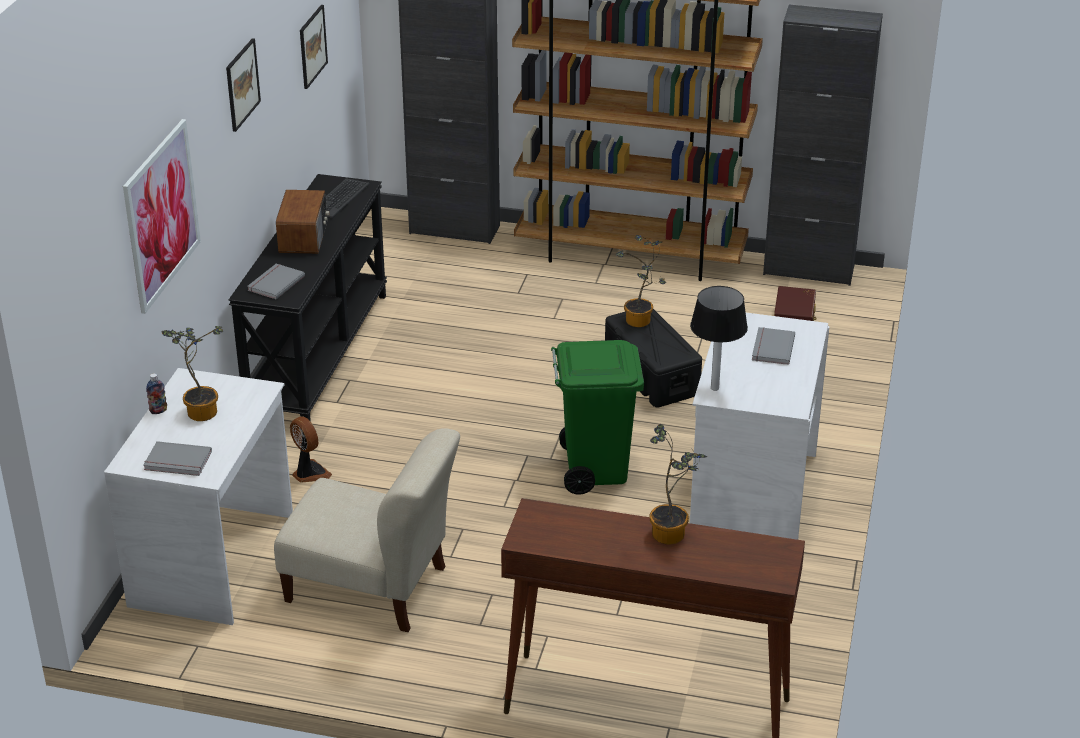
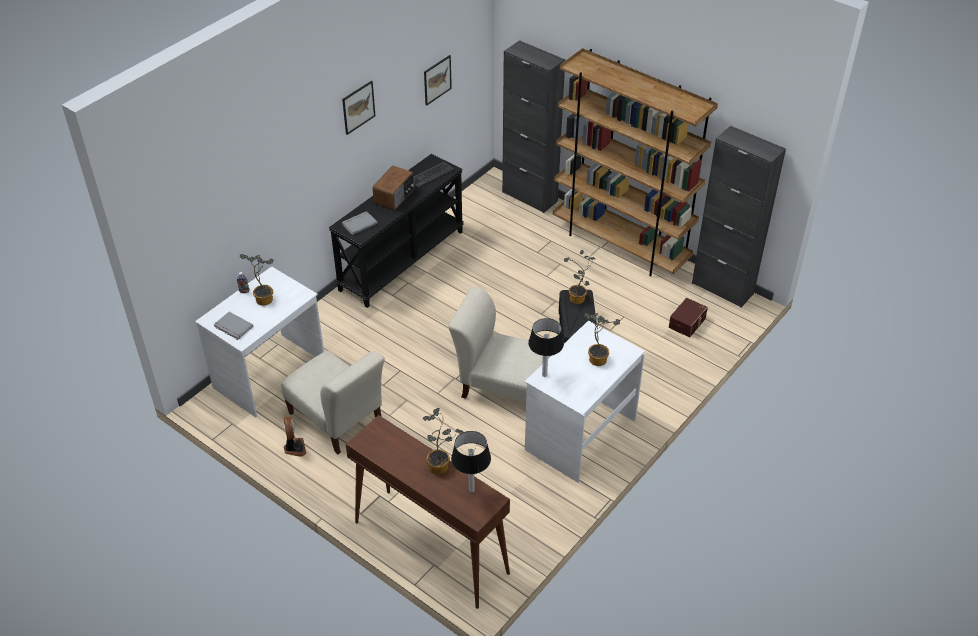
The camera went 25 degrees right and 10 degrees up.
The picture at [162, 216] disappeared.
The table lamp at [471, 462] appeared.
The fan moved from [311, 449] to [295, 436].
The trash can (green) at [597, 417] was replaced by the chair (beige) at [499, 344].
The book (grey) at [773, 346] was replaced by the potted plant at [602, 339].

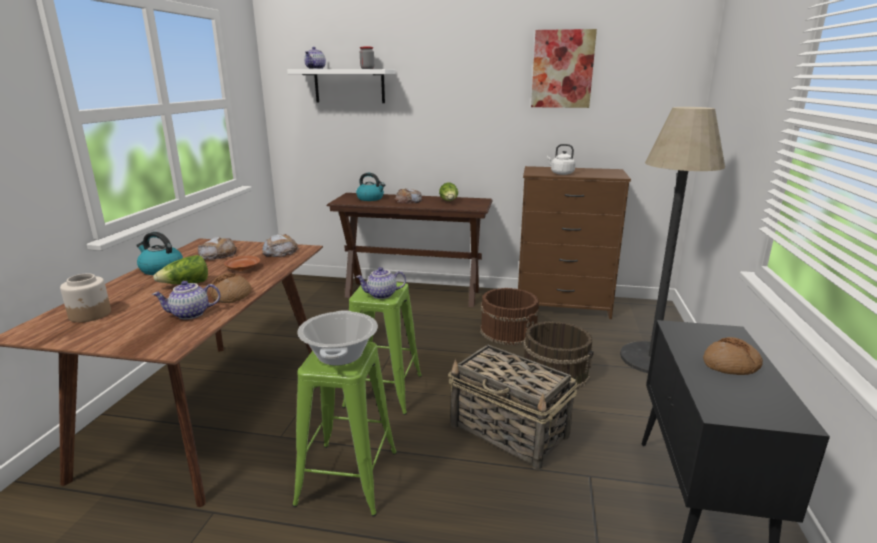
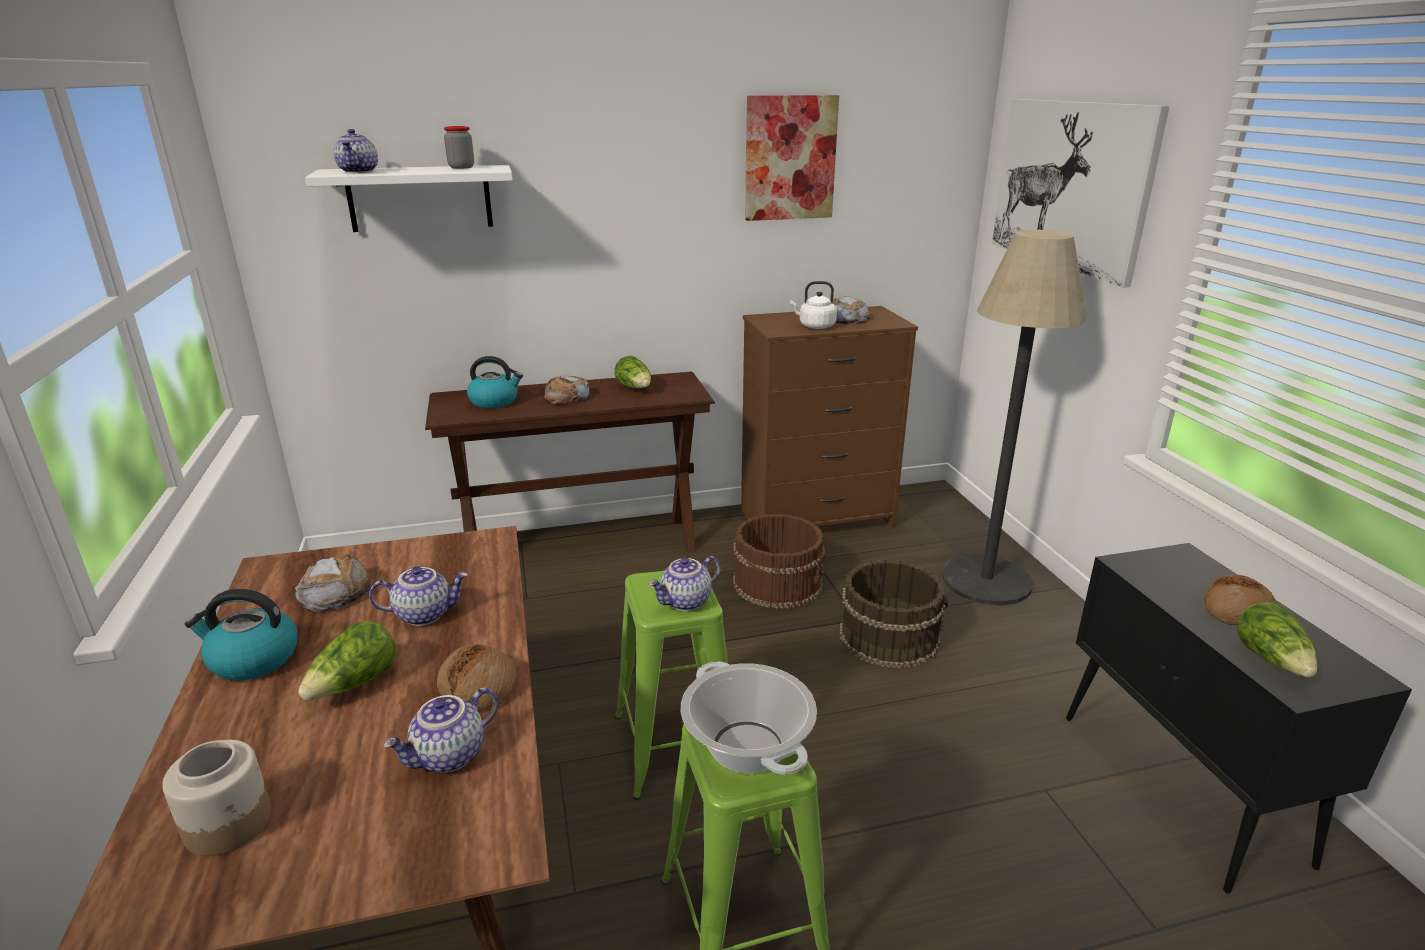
The camera went 25 degrees left and 5 degrees up.
The basket at [512, 407] disappeared.
The picture at [1081, 193] appeared.
The lettuce at [1277, 639] appeared.
The bread moved from [280, 245] to [851, 310].
The plate (brown) at [242, 263] was replaced by the teapot at [418, 596].

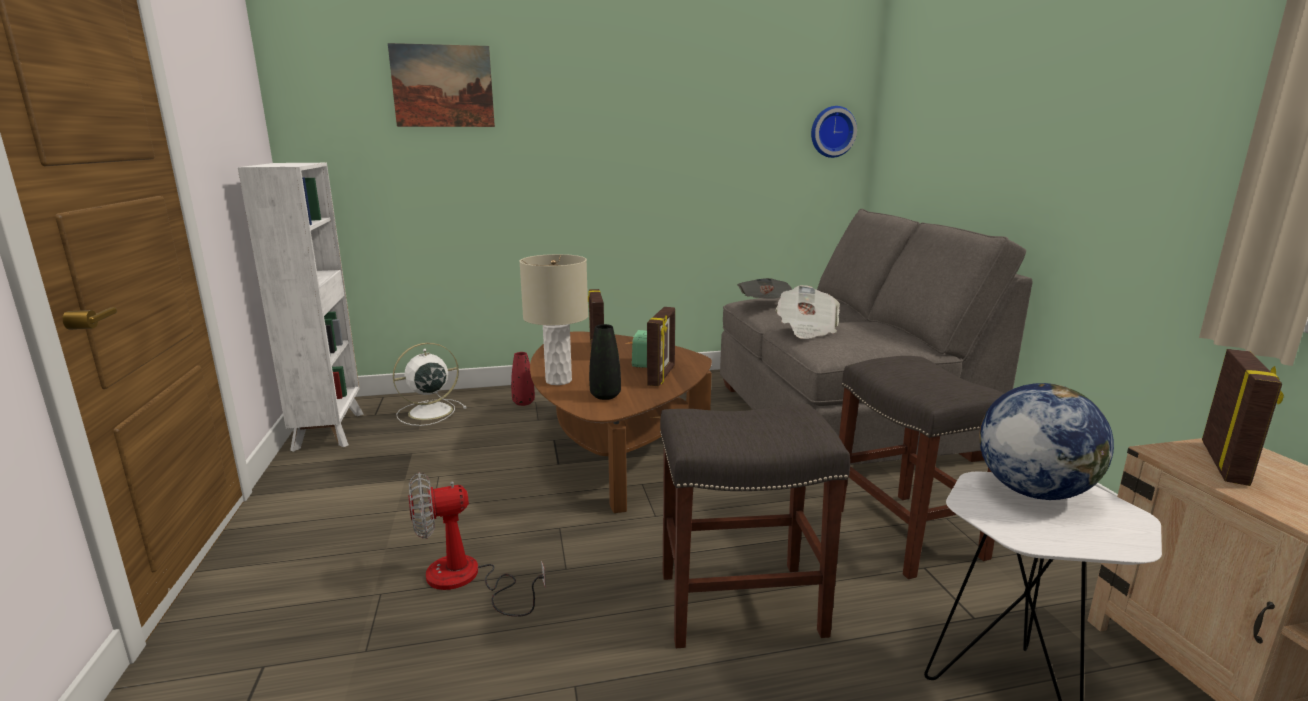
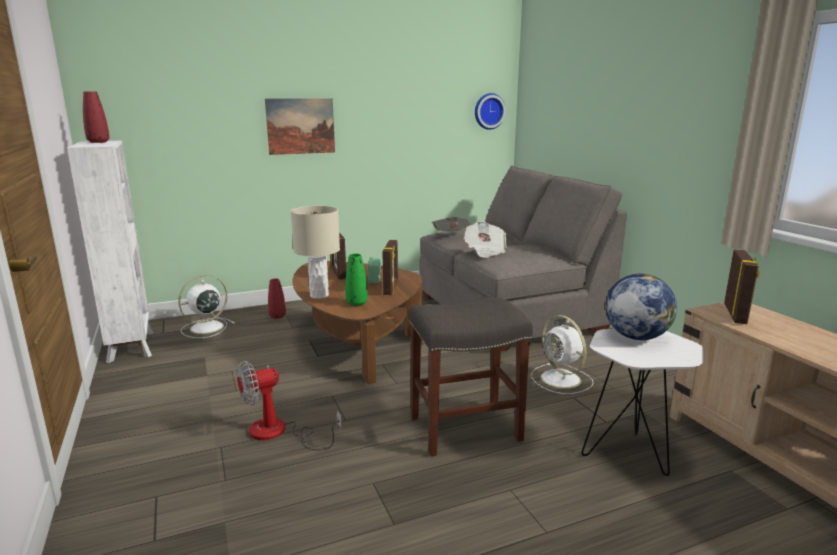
The camera went 10 degrees left and 0 degrees up.
The vase (red) at [96, 117] appeared.
The picture moved from [441, 85] to [300, 126].
The stool (grey) at [922, 467] was replaced by the fan (white) at [562, 354].
The vase (black) at [605, 362] became the vase (green) at [356, 280].

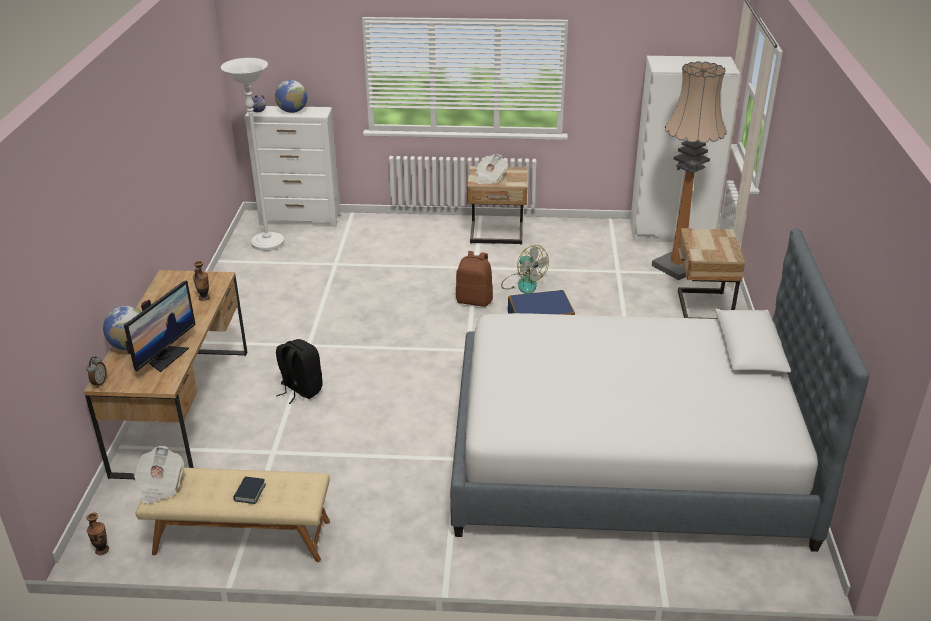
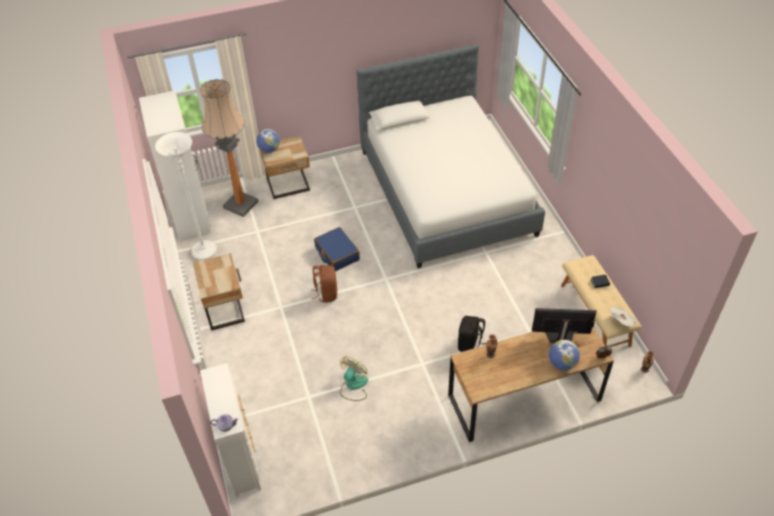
The camera went 110 degrees left and 15 degrees up.
The newspaper at [492, 169] disappeared.
The floor lamp (white) moved from [252, 154] to [186, 196].
The globe moved from [291, 96] to [268, 141].
The fan moved from [525, 269] to [354, 379].

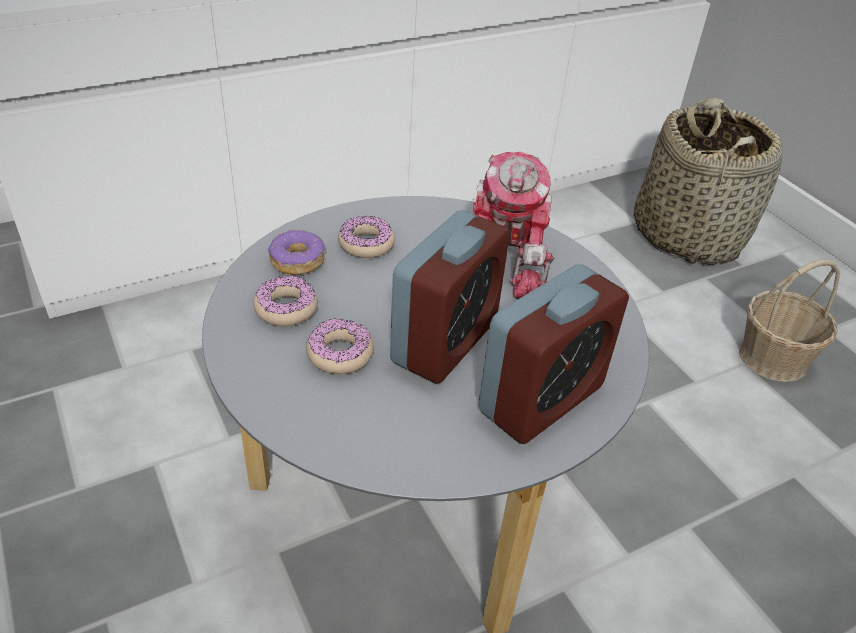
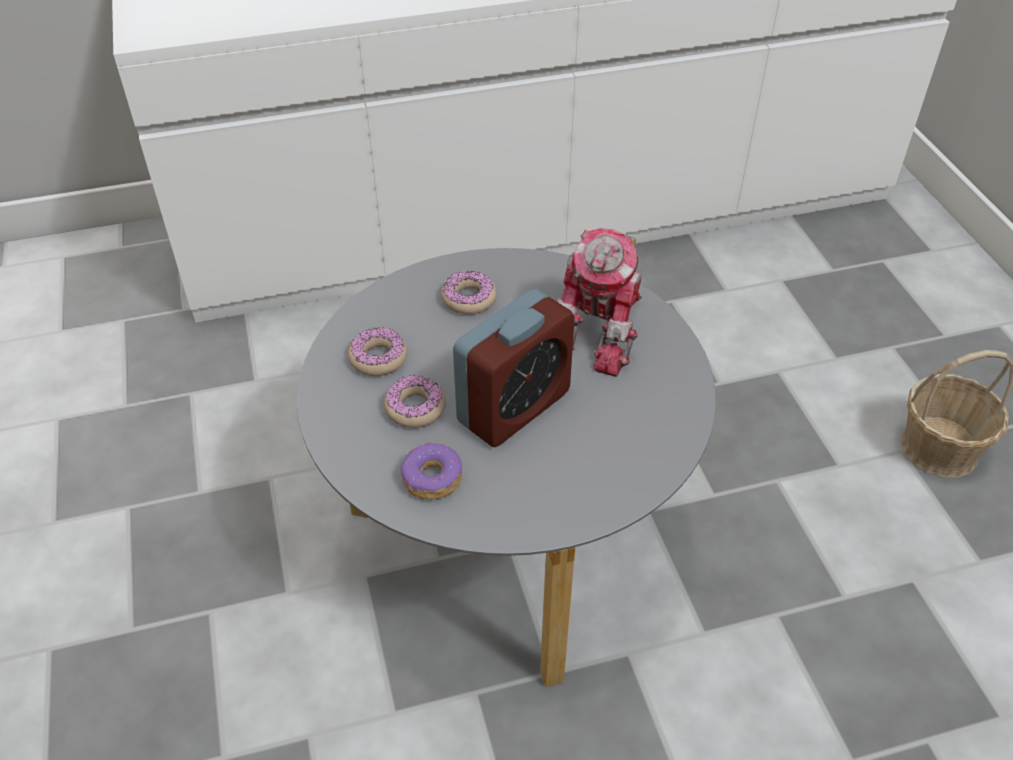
The camera went 15 degrees right and 5 degrees up.
The alarm clock at [553, 354] disappeared.
The basket at [708, 181] disappeared.
The donut moved from [296, 252] to [431, 471].

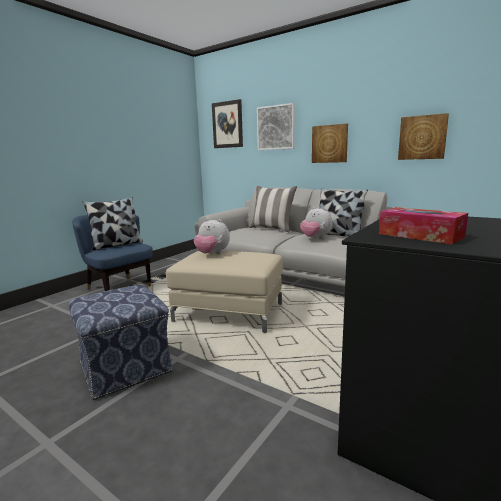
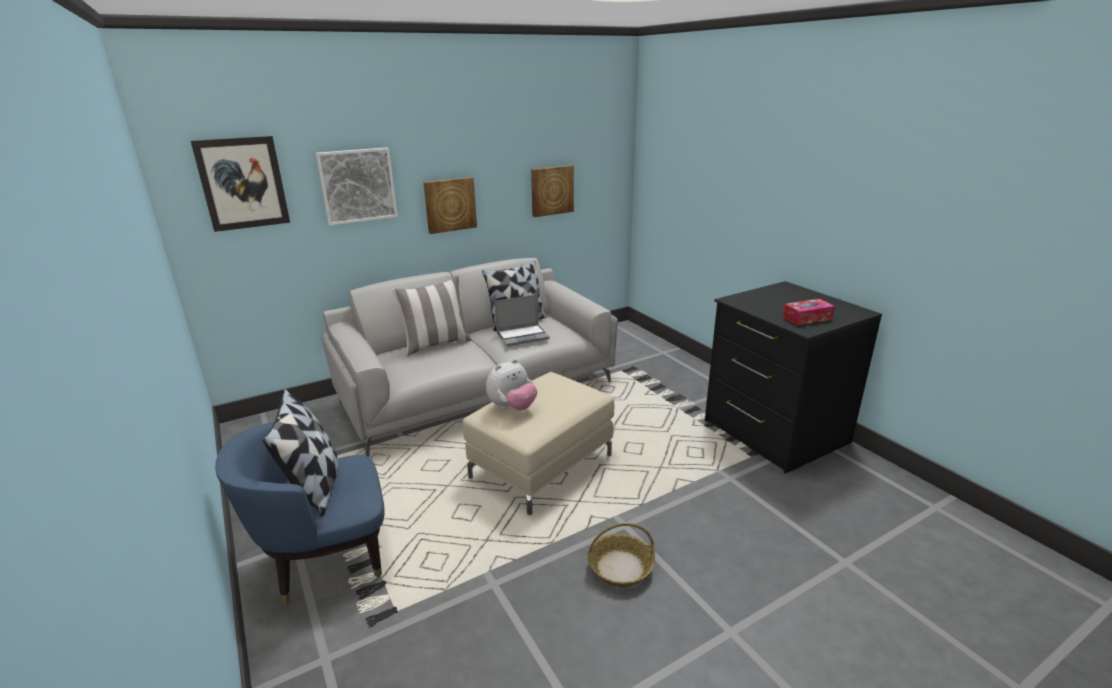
The camera went 65 degrees left and 10 degrees up.
The ottoman at [121, 342] was replaced by the basket at [621, 555].
The plush toy at [316, 223] was replaced by the laptop at [522, 320].

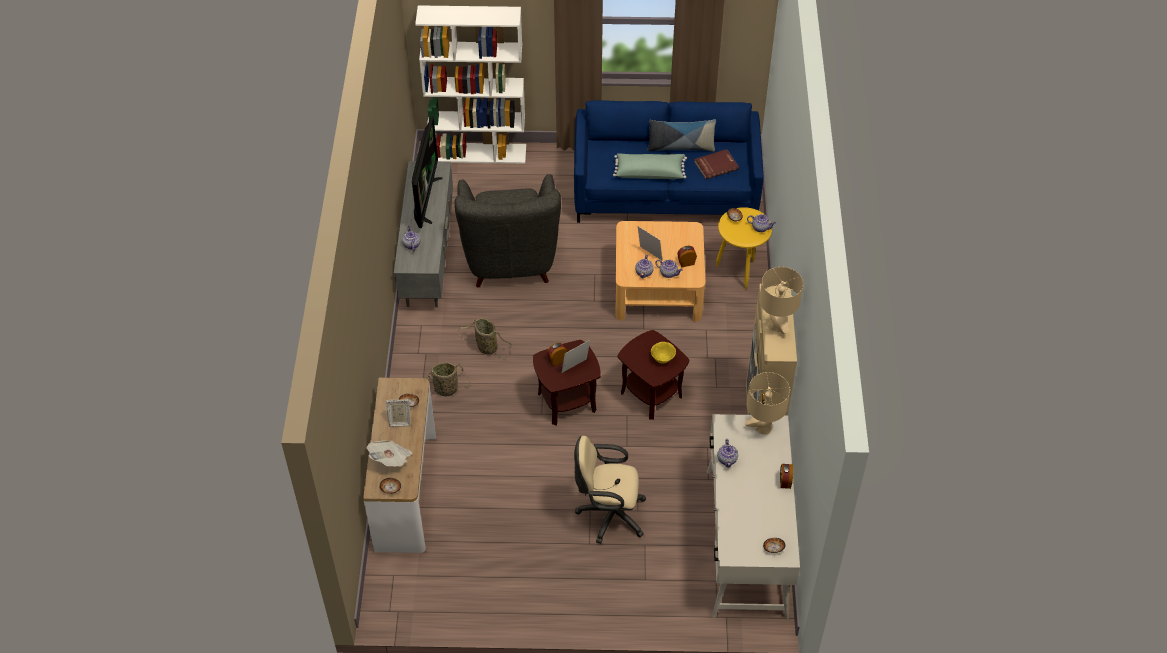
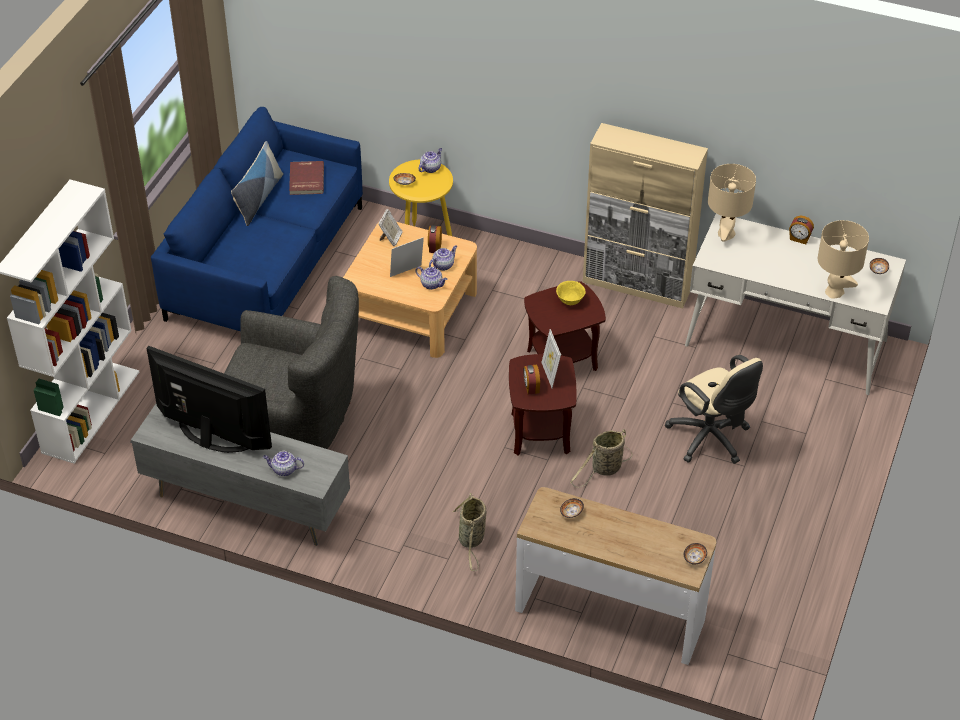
The camera went 70 degrees left and 5 degrees down.
The newspaper at [389, 453] disappeared.
The pillow (green) at [650, 166] disappeared.
The teapot at [727, 453] disappeared.
The picture frame moved from [398, 413] to [390, 227].
The basket moved from [485, 338] to [601, 458].
The table lamp (beige) moved from [781, 300] to [843, 259].
The office chair (beige) at [610, 490] turned 60 degrees counterclockwise.

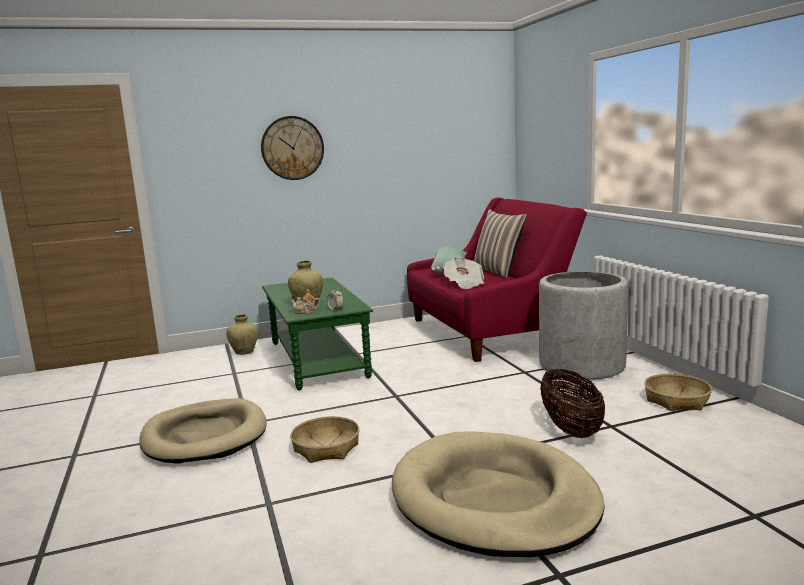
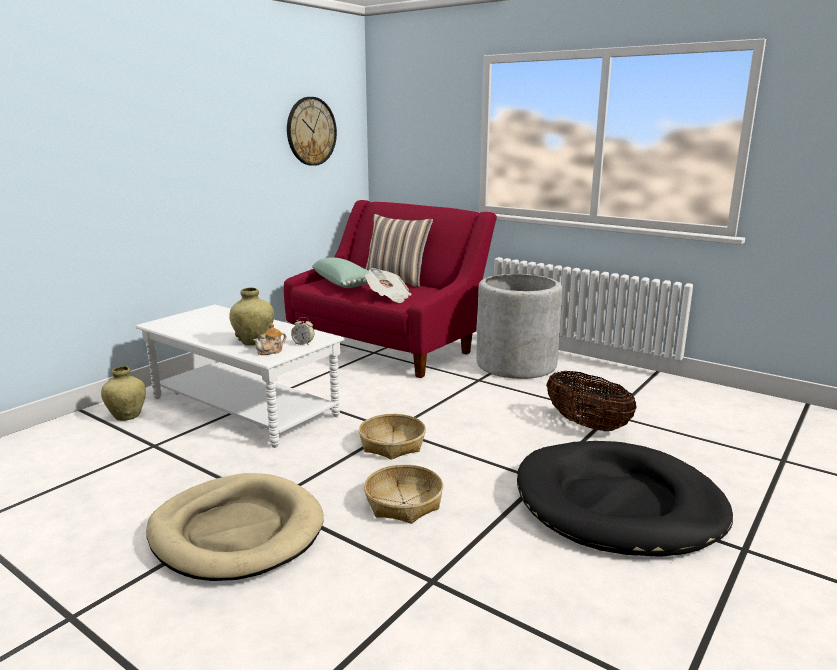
The camera went 35 degrees left and 5 degrees up.
The wall clock moved from [292, 148] to [312, 131].
The basket moved from [678, 392] to [392, 437].
The coffee table (green) at [317, 334] became the coffee table (white) at [240, 376].
The dog bed (beige) at [498, 494] became the dog bed (black) at [625, 499].

